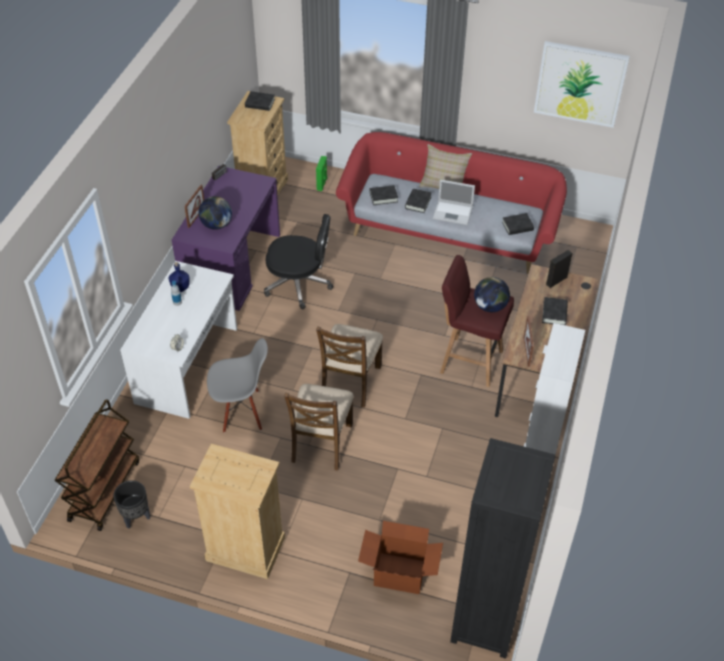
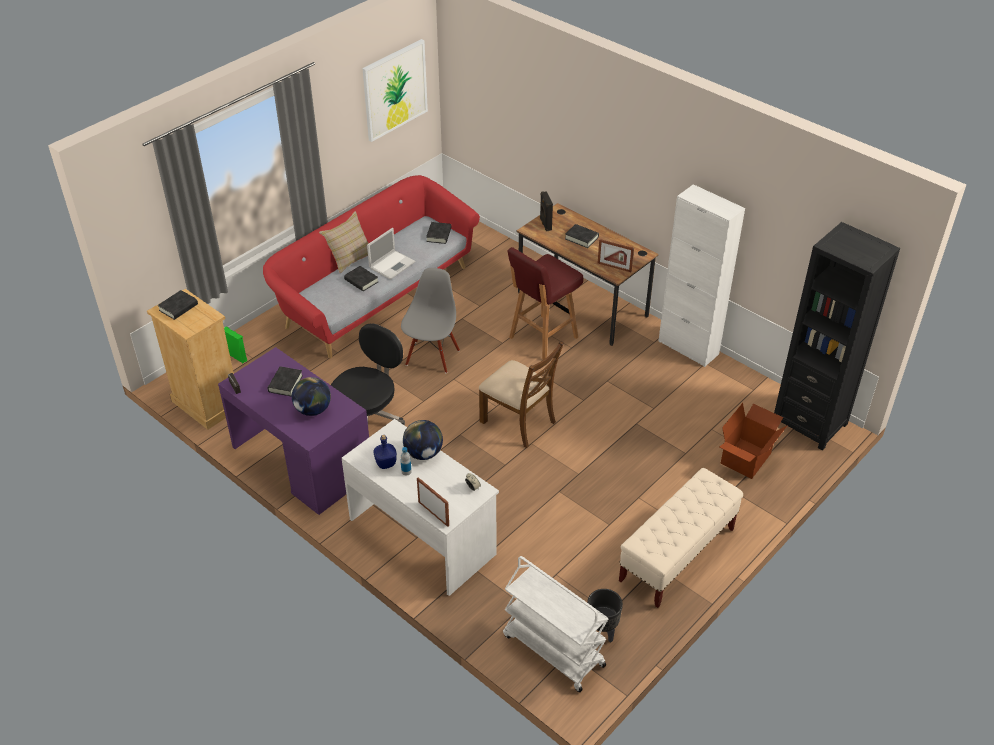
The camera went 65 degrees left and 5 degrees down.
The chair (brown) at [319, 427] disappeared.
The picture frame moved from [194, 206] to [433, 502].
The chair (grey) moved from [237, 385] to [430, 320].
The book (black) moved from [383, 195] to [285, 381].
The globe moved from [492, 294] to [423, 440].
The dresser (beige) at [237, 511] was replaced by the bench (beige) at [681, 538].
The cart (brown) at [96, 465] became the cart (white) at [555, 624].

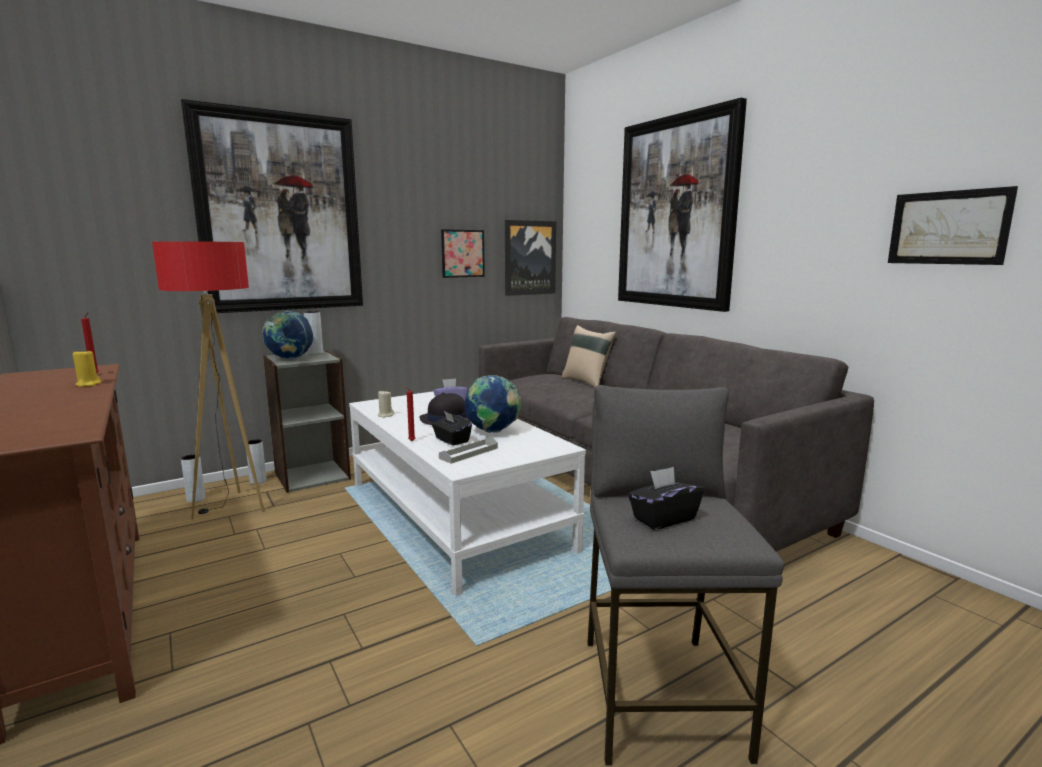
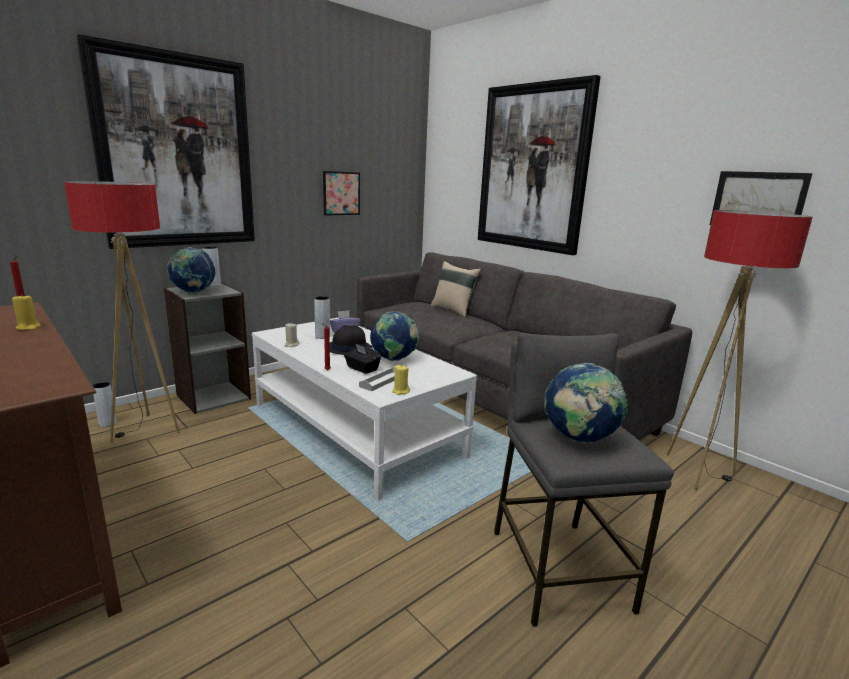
The camera went 10 degrees left and 5 degrees up.
The picture at [530, 258] disappeared.
The candle (yellow) at [401, 379] appeared.
The floor lamp at [740, 350] appeared.
The vase (grey) moved from [256, 461] to [322, 317].
The tissue box (black) at [666, 498] was replaced by the globe at [586, 403].

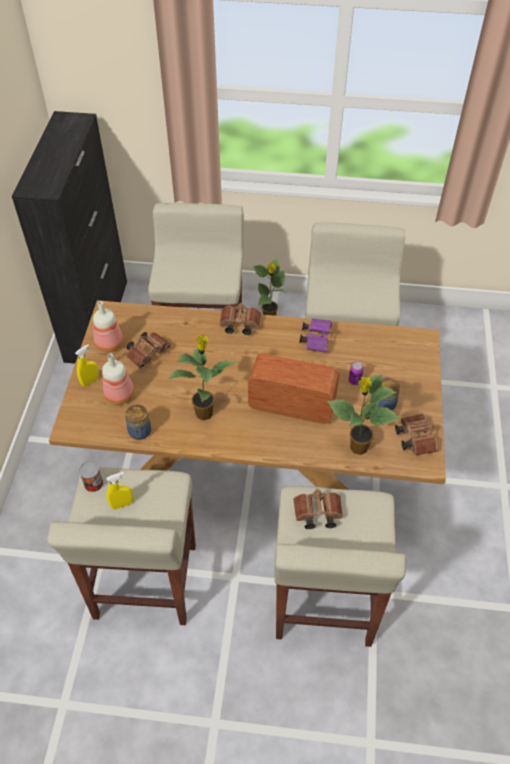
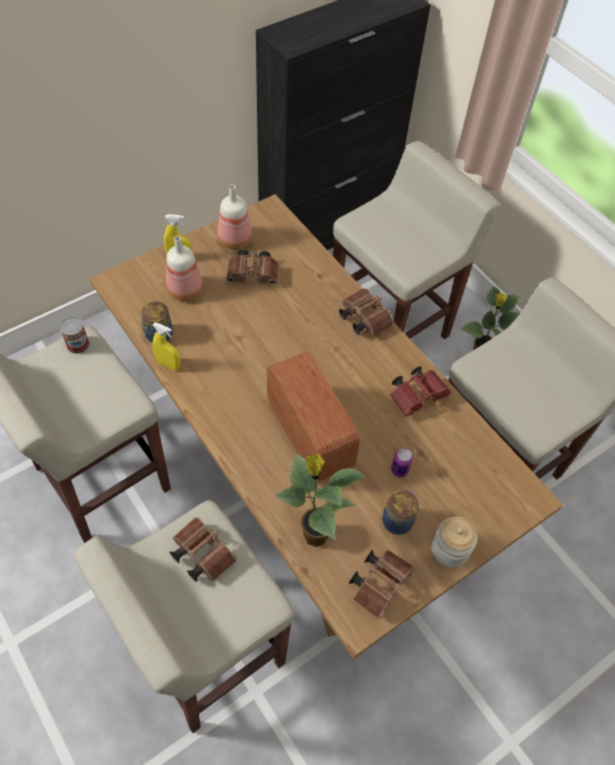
The camera went 45 degrees right and 5 degrees up.
The potted plant at [202, 377] disappeared.
The jar at [454, 542] appeared.
The spray bottle (yellow) moved from [119, 491] to [166, 346].
The binoculars (purple) at [316, 336] became the binoculars (red) at [420, 391].

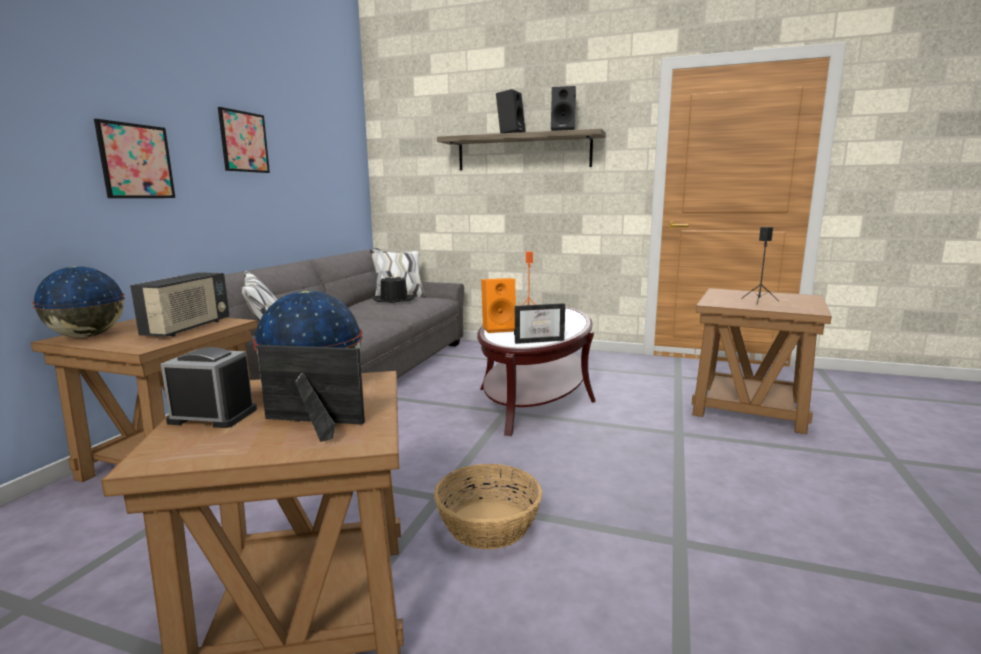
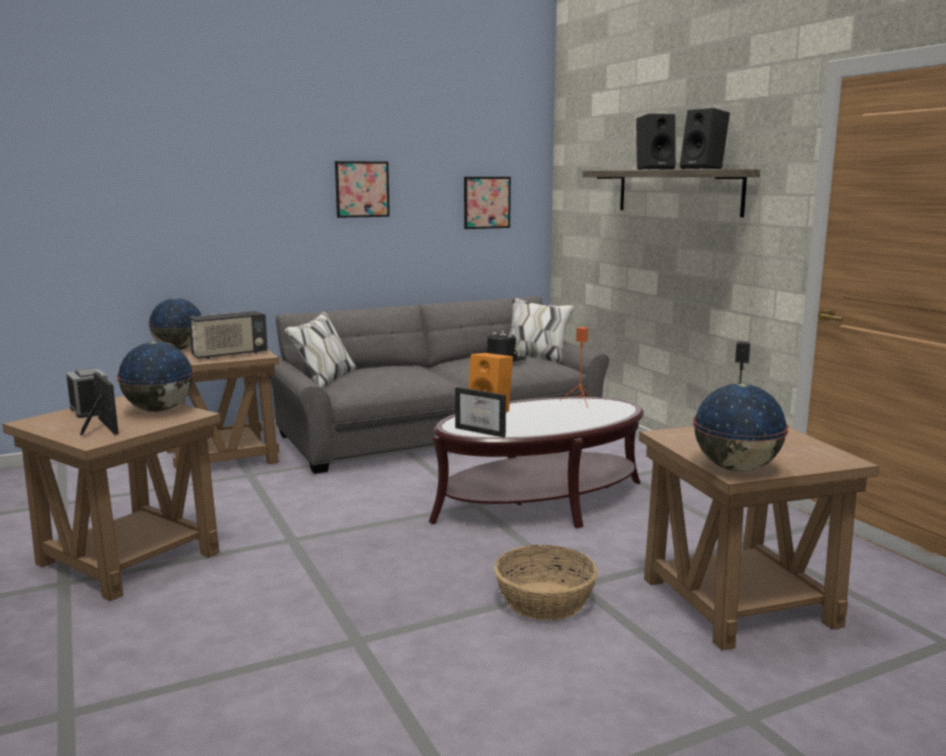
The camera went 45 degrees right and 0 degrees up.
The globe at [741, 427] appeared.
The picture moved from [134, 158] to [487, 203].
The basket moved from [488, 507] to [546, 582].

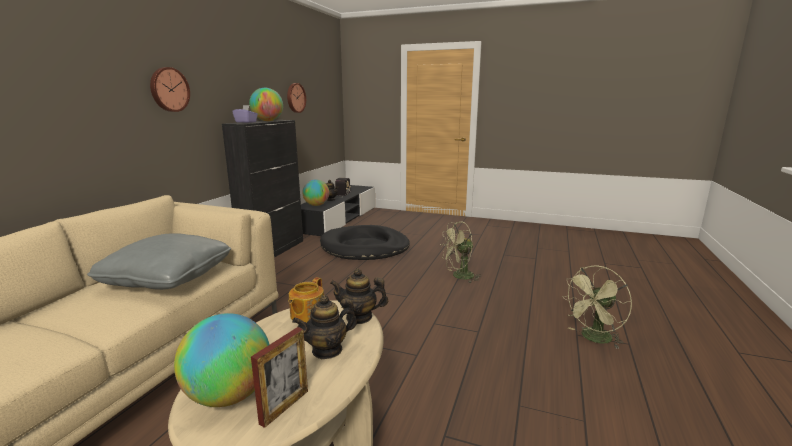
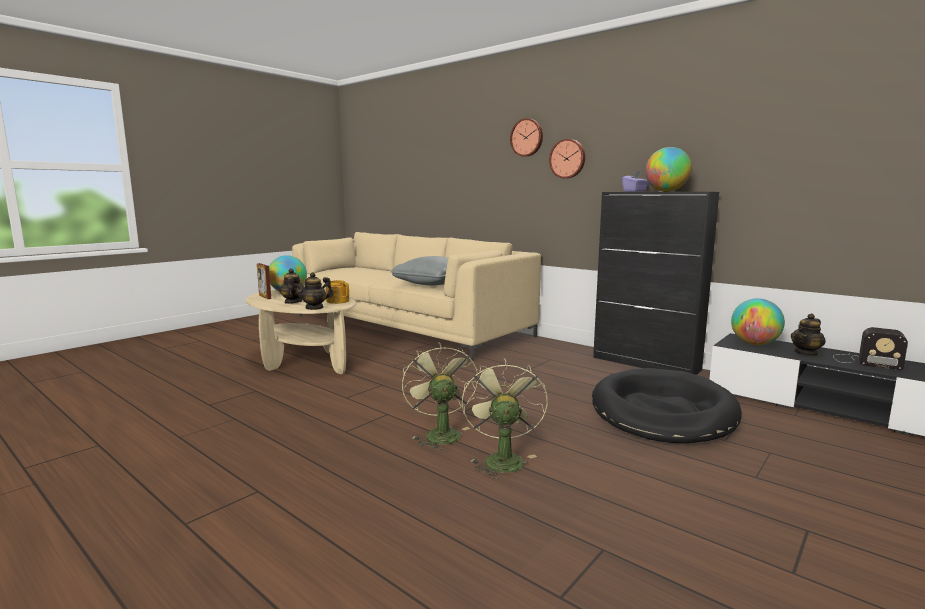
The camera went 110 degrees right and 5 degrees down.
The wall clock moved from [296, 98] to [526, 137].
The fan (green) moved from [597, 307] to [440, 396].
The teapot at [359, 296] turned 150 degrees counterclockwise.

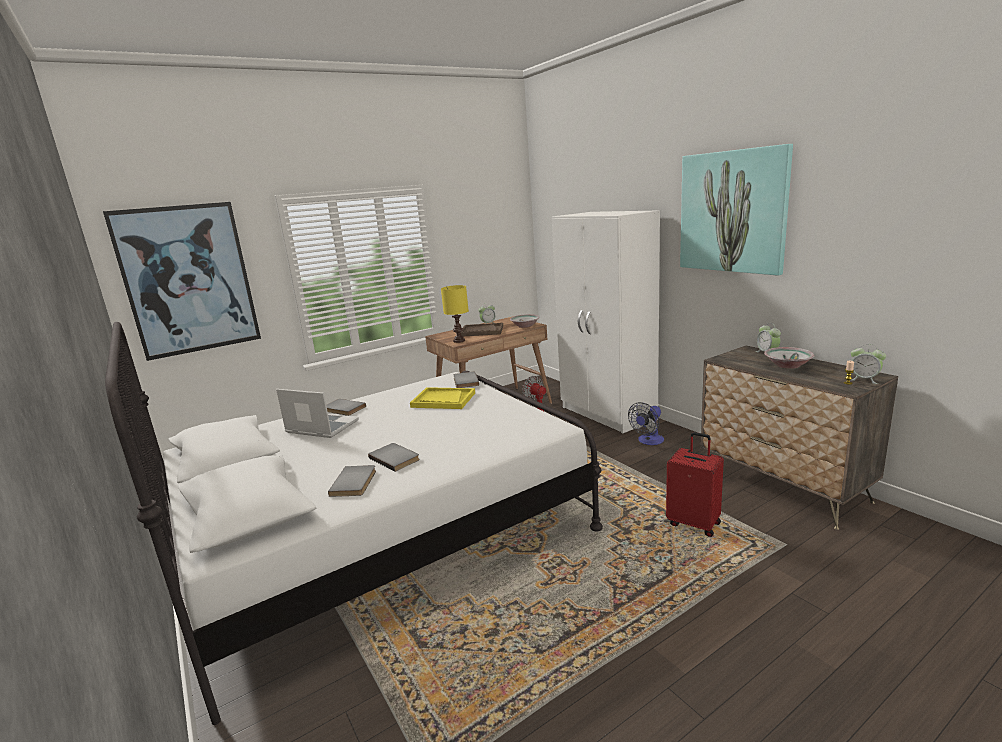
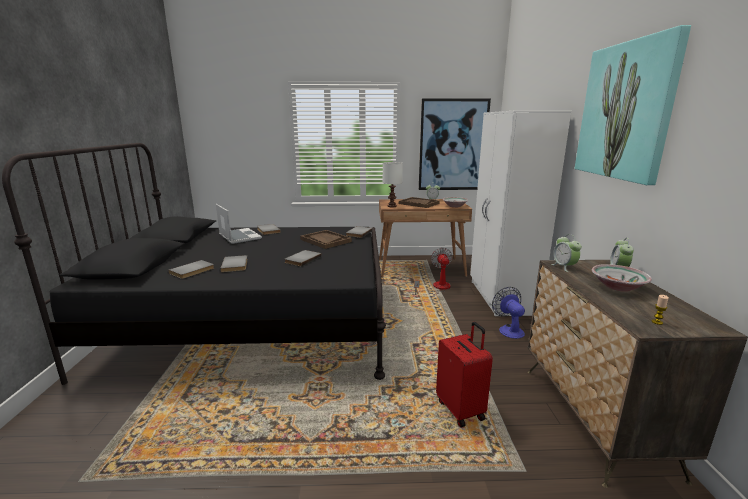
The camera went 30 degrees right and 0 degrees up.
The book (grey) at [303, 258] appeared.
The picture moved from [182, 281] to [455, 144].
The alarm clock moved from [868, 364] to [566, 253].
The bed (white) at [354, 523] became the bed (black) at [194, 264].
The tray (yellow) at [442, 398] became the tray (brown) at [326, 239].
The table lamp (yellow) at [455, 314] became the table lamp (white) at [393, 184].
The fan at [646, 423] turned 90 degrees clockwise.

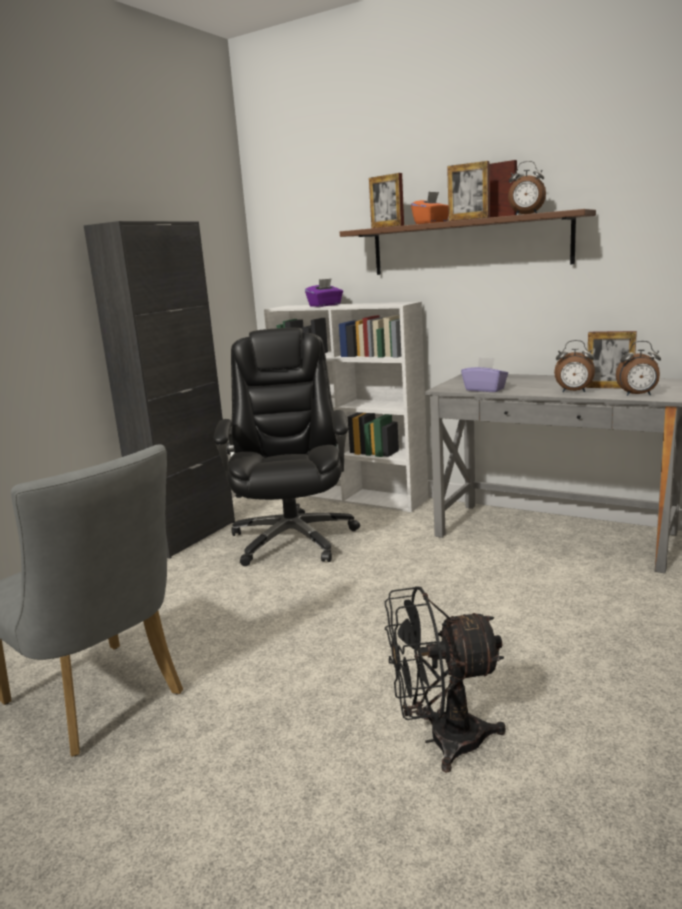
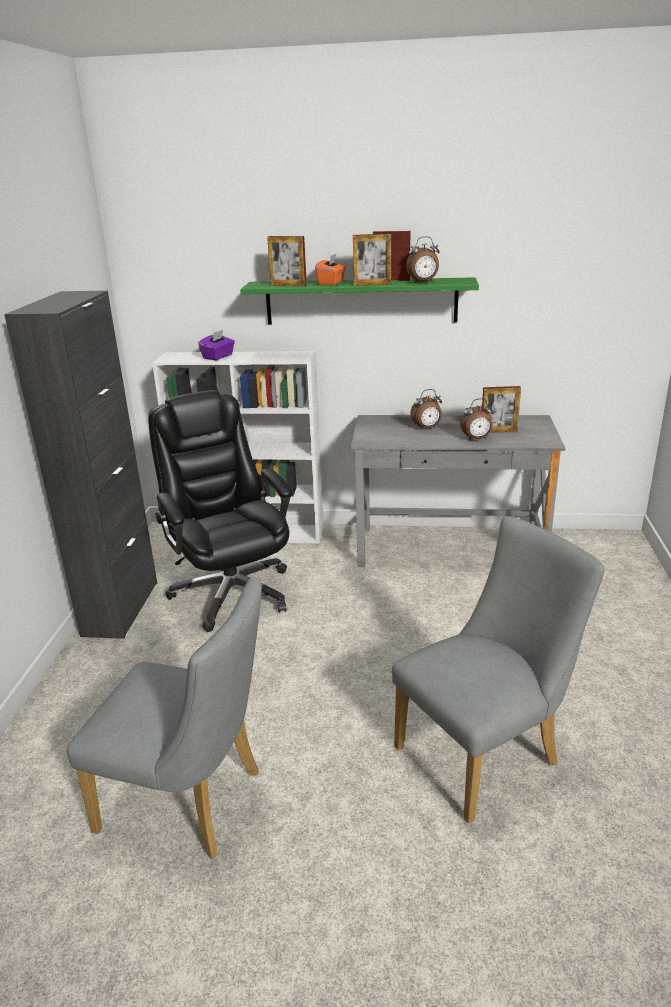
The camera went 25 degrees left and 10 degrees up.
The tissue box (purple) at [484, 374] disappeared.
The alarm clock moved from [638, 368] to [426, 409].
The fan (black) at [445, 679] was replaced by the chair (grey) at [498, 670].
The shelf (brown) at [468, 242] became the shelf (green) at [359, 301].

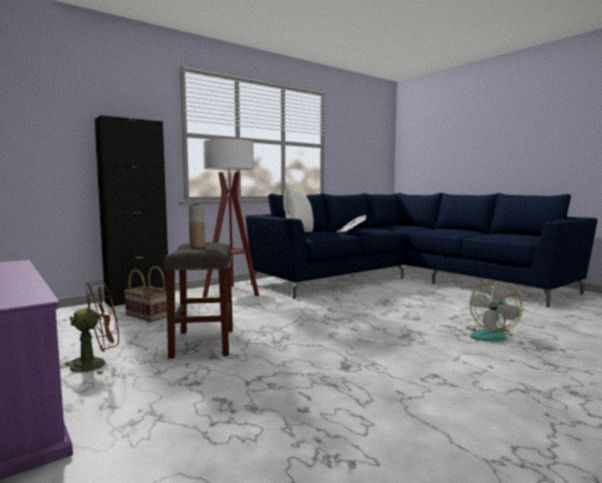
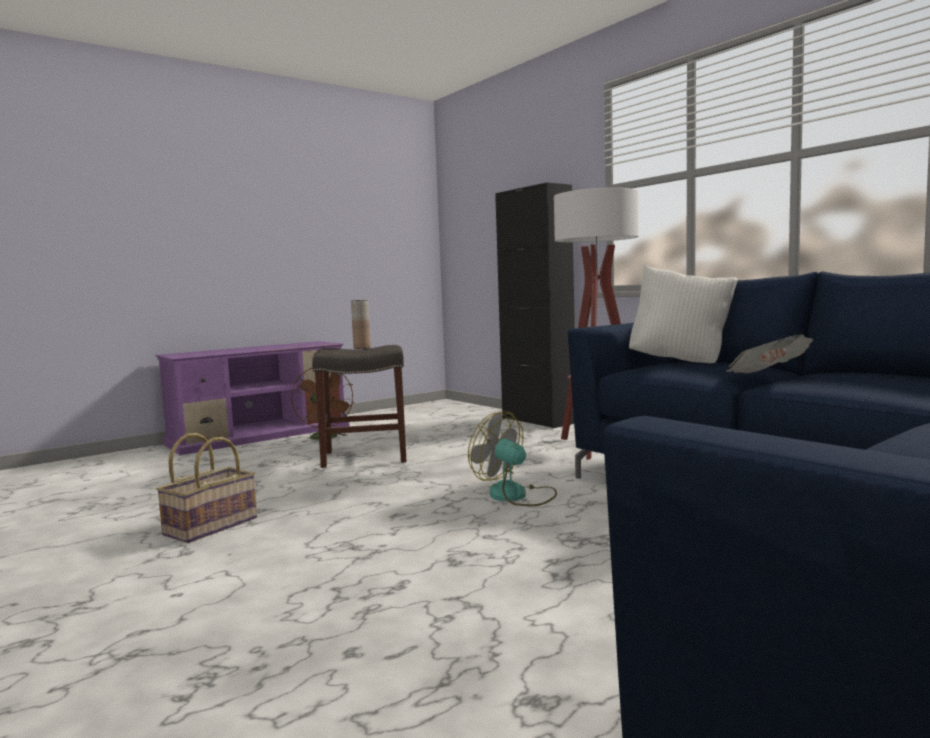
The camera went 90 degrees right and 0 degrees up.
The basket moved from [145, 294] to [206, 488].
The fan moved from [495, 311] to [512, 458].

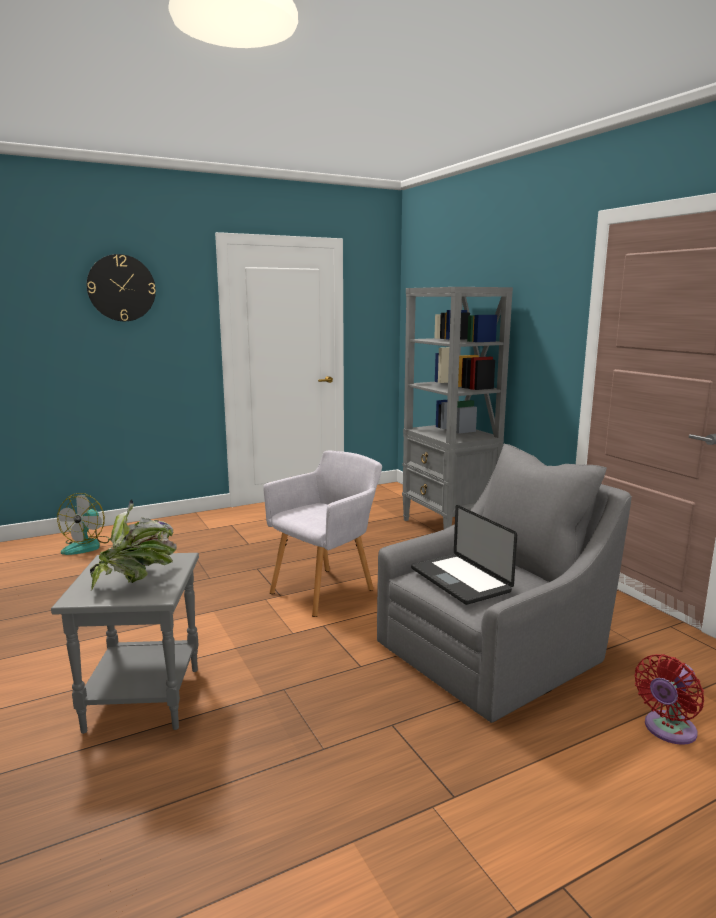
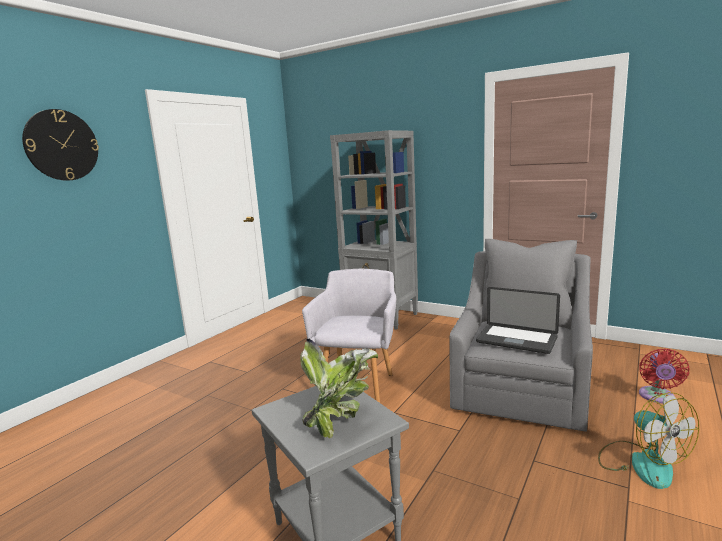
The camera went 30 degrees left and 0 degrees up.
The fan moved from [83, 524] to [648, 440].

